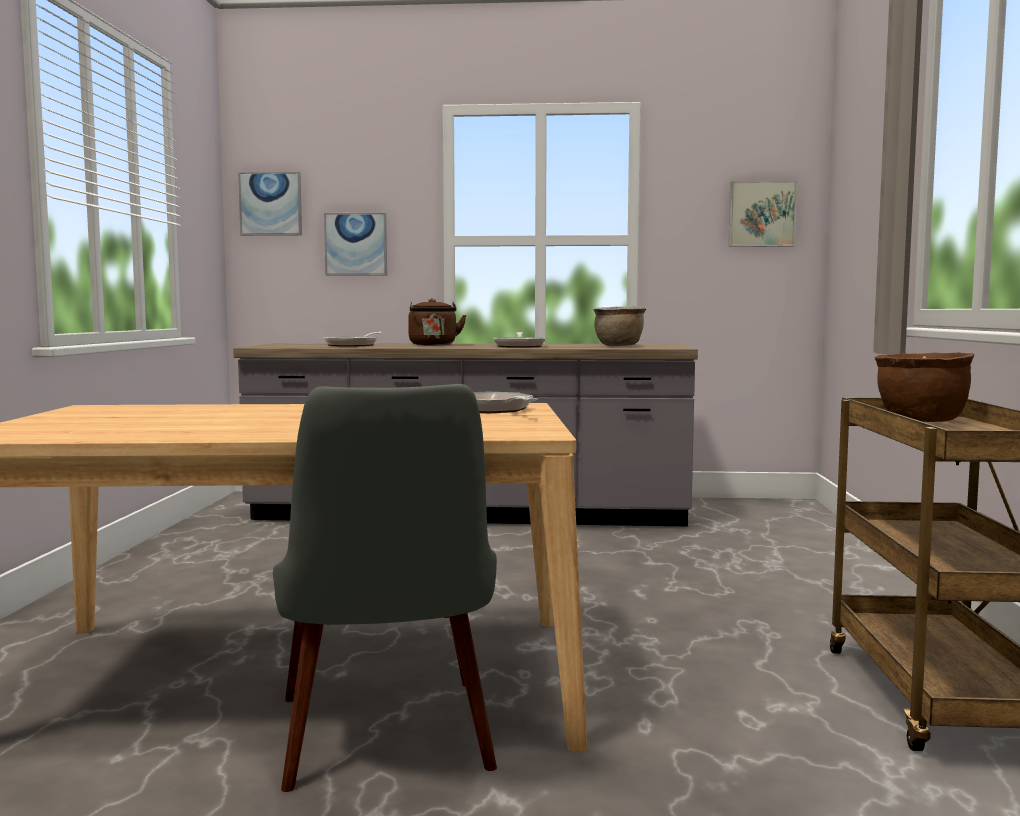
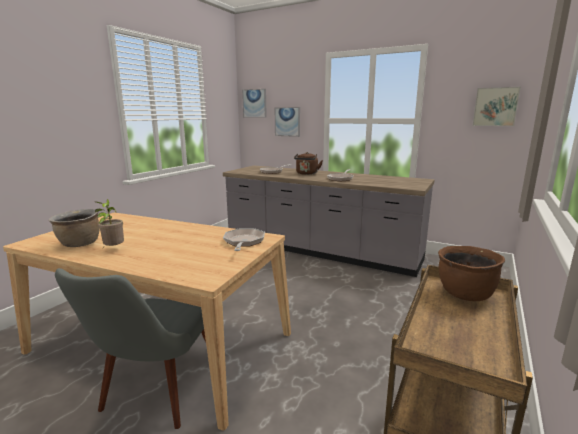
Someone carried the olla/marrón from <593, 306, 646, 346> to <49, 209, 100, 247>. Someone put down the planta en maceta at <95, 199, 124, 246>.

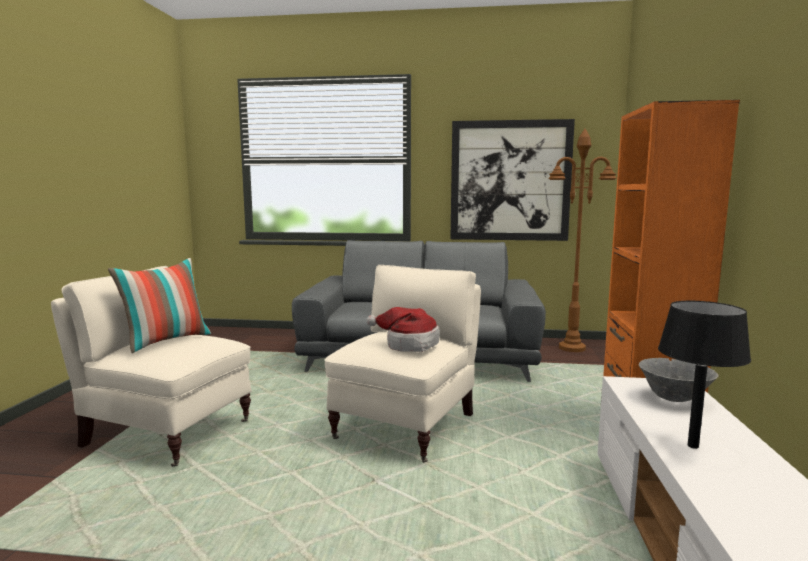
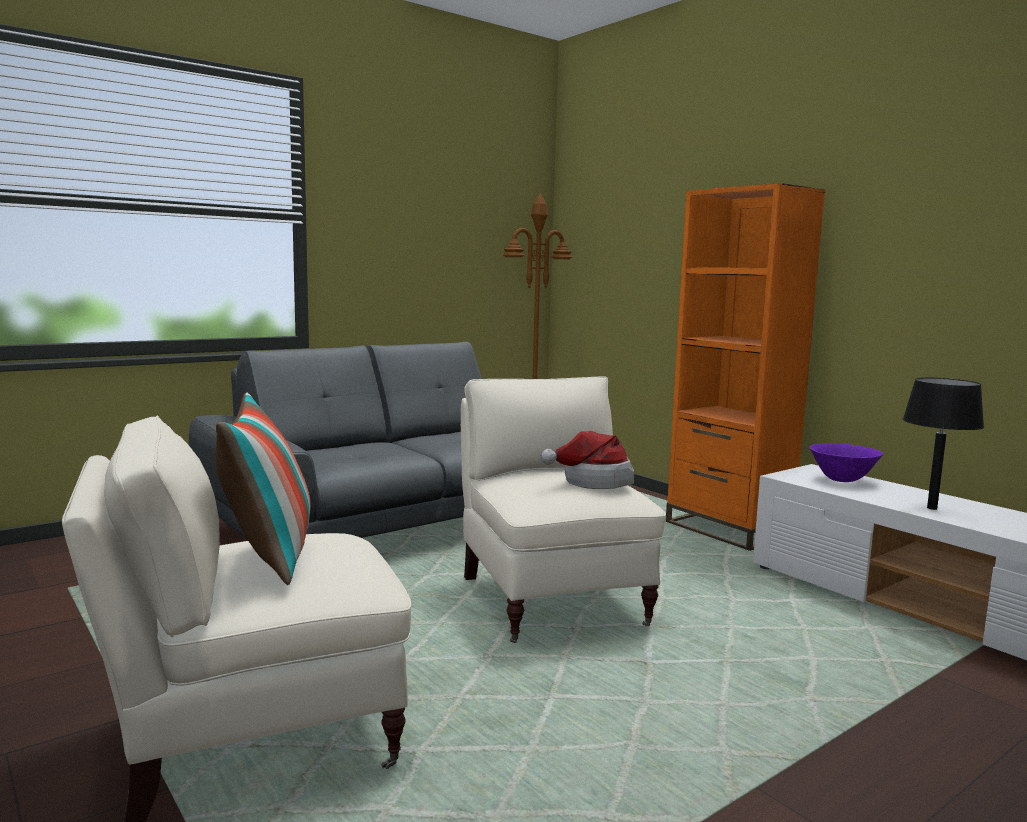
Someone took away the cuadro at <450, 119, 575, 241>. Someone repainted the cuenco/gris at <639, 358, 718, 402>, which became the cuenco/morado at <809, 443, 883, 482>.

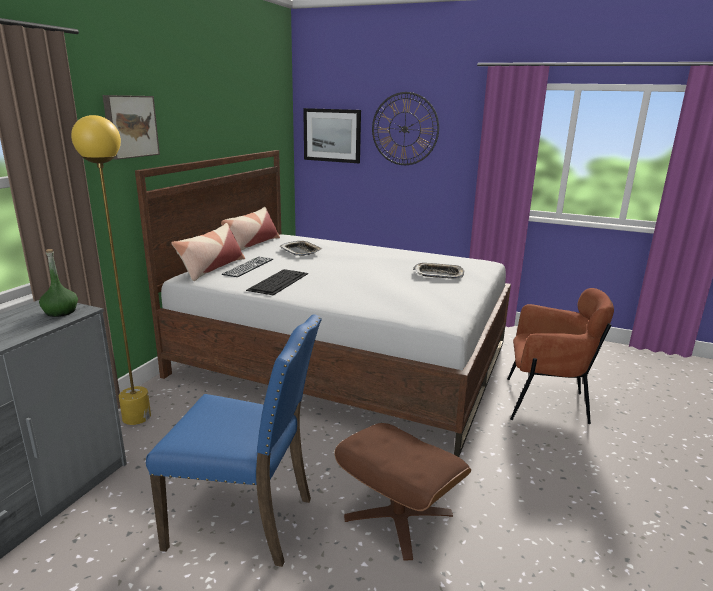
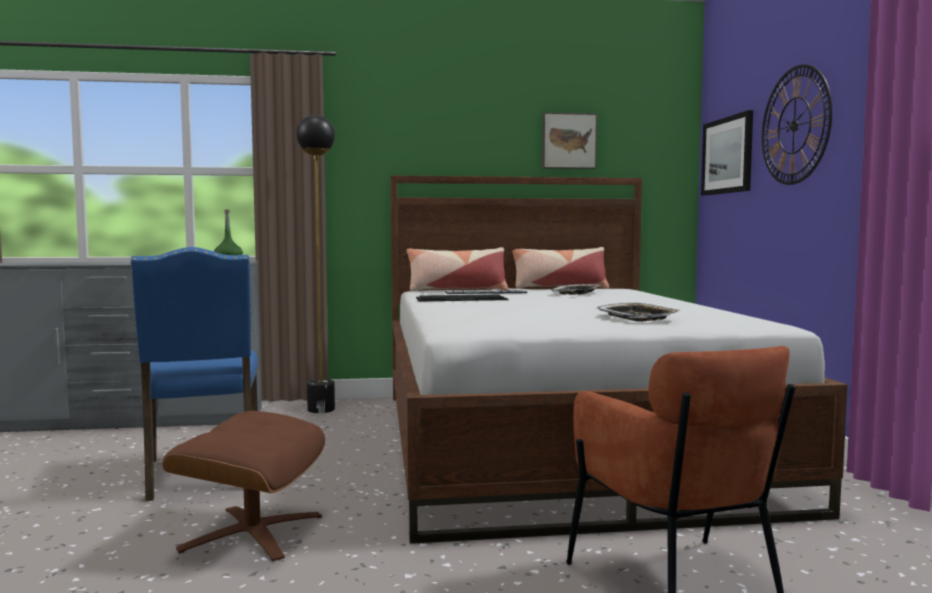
Someone repainted the lámpara de pie/amarillo at <71, 115, 151, 425>, which became the lámpara de pie/negro at <296, 115, 335, 413>. Someone carried the cuadro from <103, 95, 160, 160> to <542, 112, 597, 169>.

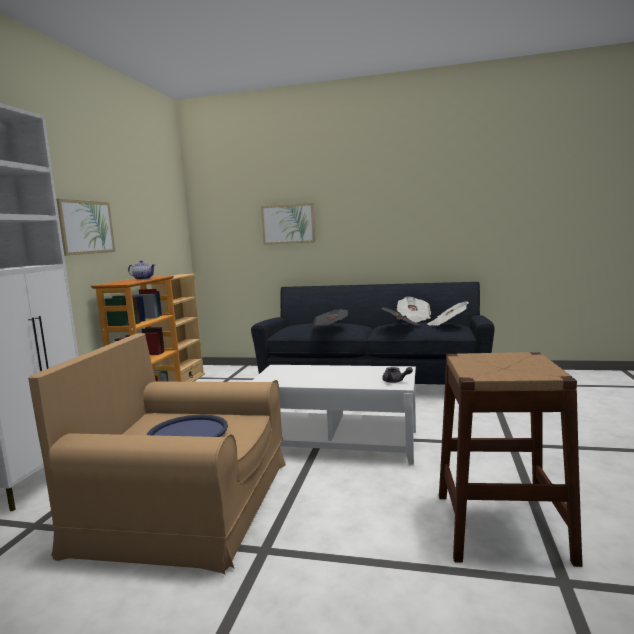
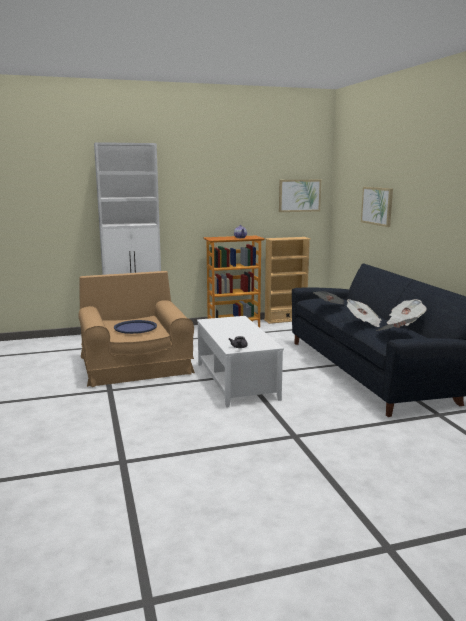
Someone carried the cuadro from <56, 199, 115, 256> to <279, 180, 321, 212>. Someone took away the taburete/marrón at <439, 352, 583, 567>.

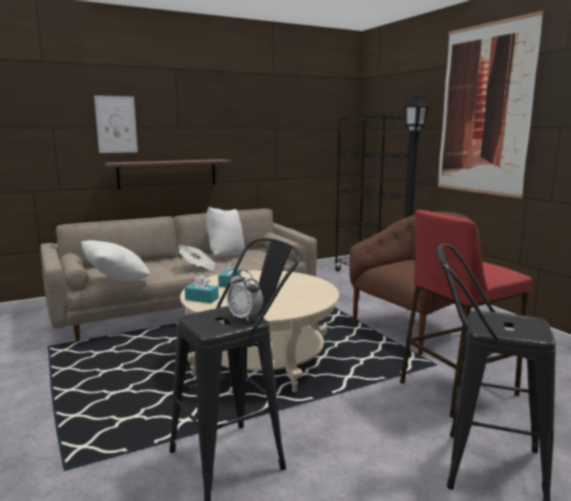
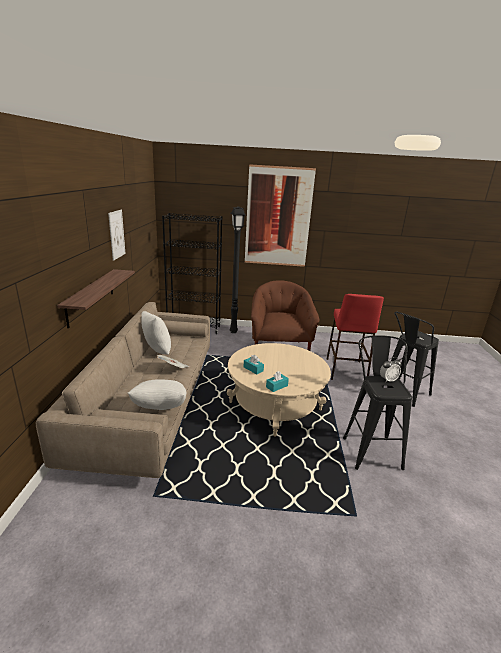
Someone carried the cuadro from <94, 95, 138, 153> to <108, 210, 126, 261>.

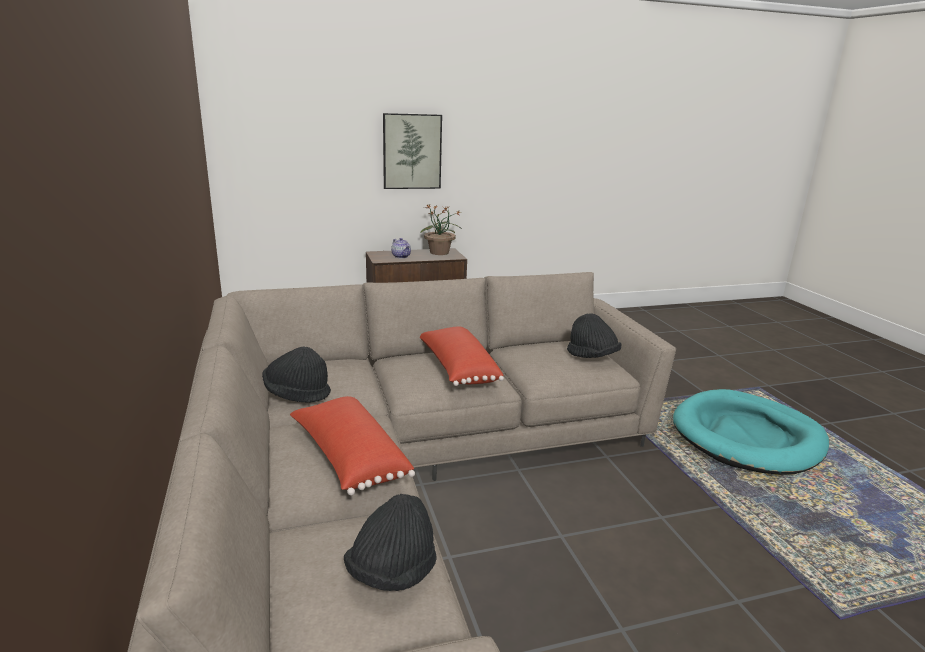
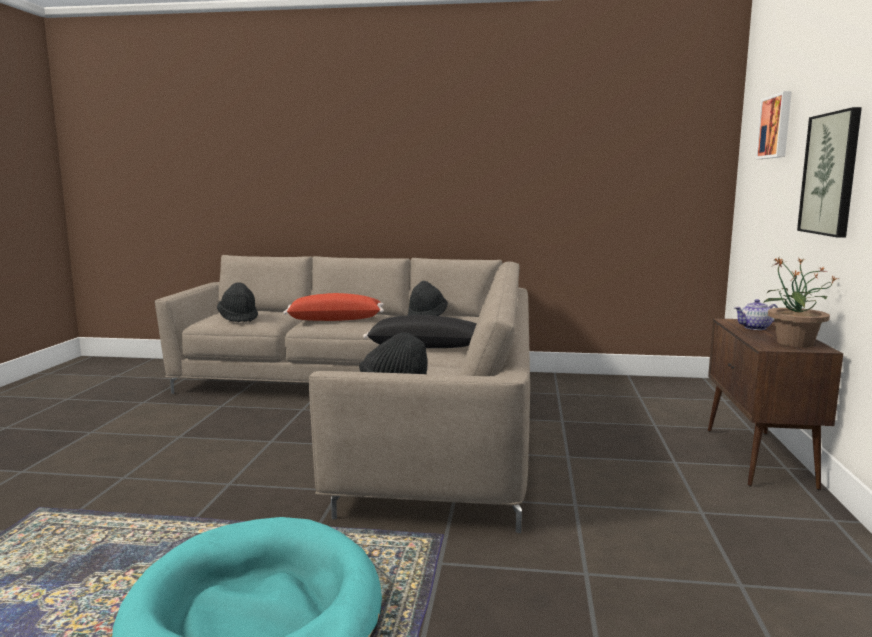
Someone repainted the cojín/rojo at <420, 326, 504, 386>, which became the cojín/negro at <363, 315, 476, 348>. Someone put up the cuadro at <756, 91, 792, 159>.

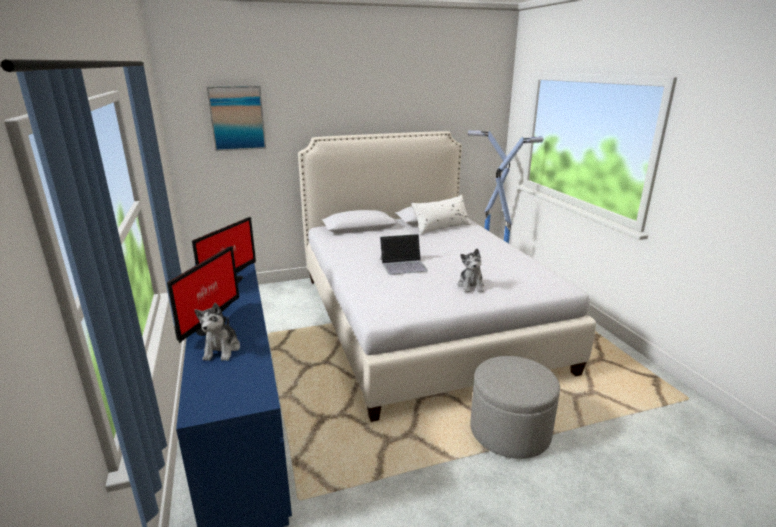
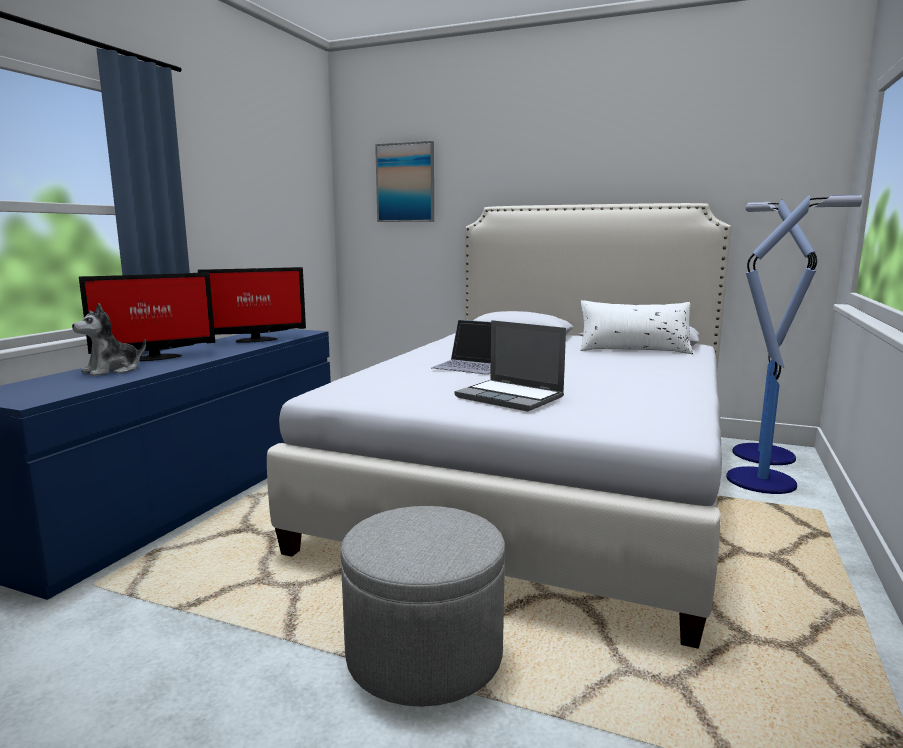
Someone swapped the peluche at <458, 248, 484, 292> for the portátil at <454, 320, 566, 412>.

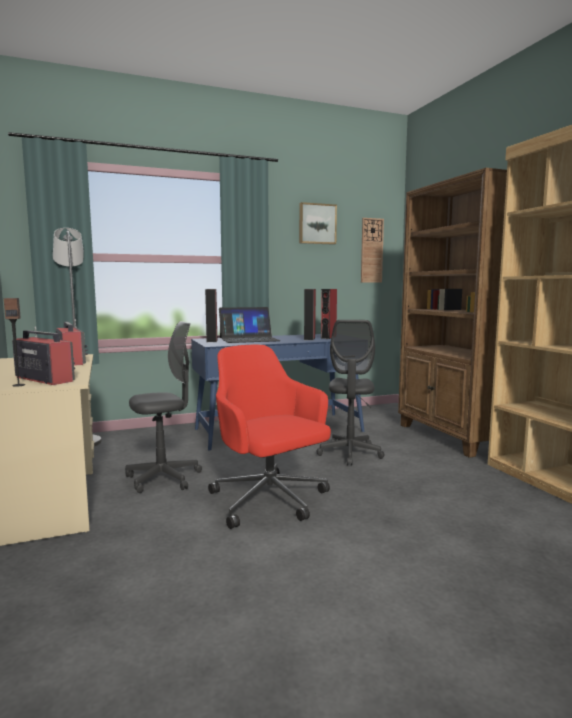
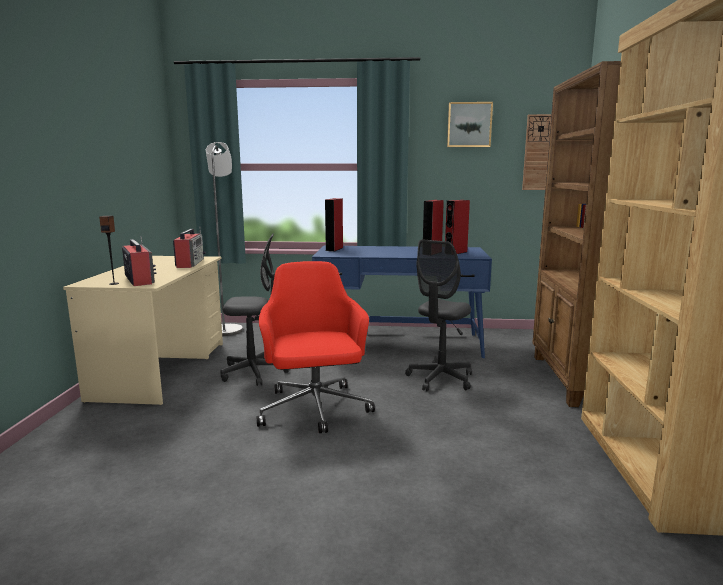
Someone took away the portátil at <219, 307, 281, 343>.

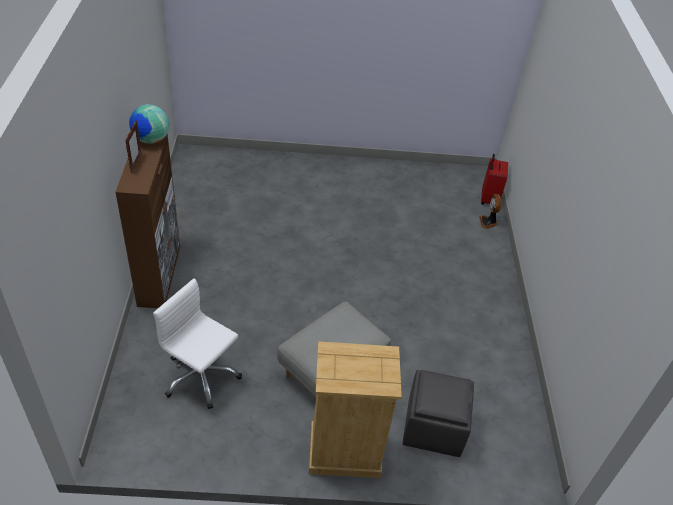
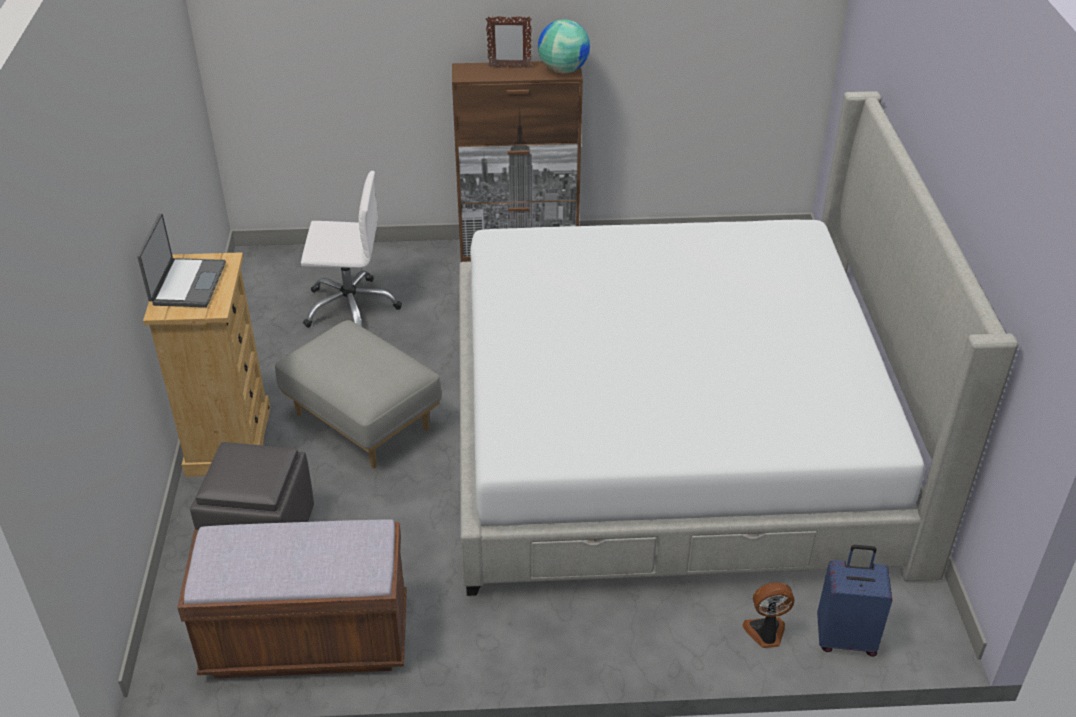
Someone rotated the silla de oficina/blanco at <153, 278, 242, 409> by 60 degrees clockwise. Someone repainted the maleta/rojo at <481, 154, 508, 205>, which became the maleta/azul at <817, 545, 892, 657>. Someone put down the portátil at <137, 213, 226, 307>. Someone put down the banco/marrón at <177, 519, 407, 679>. Someone put down the cama at <459, 91, 1018, 596>.

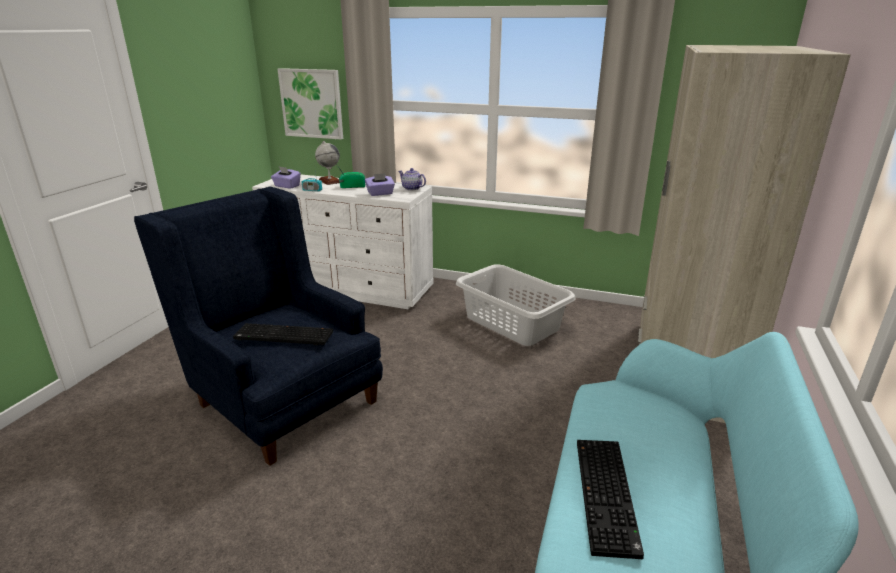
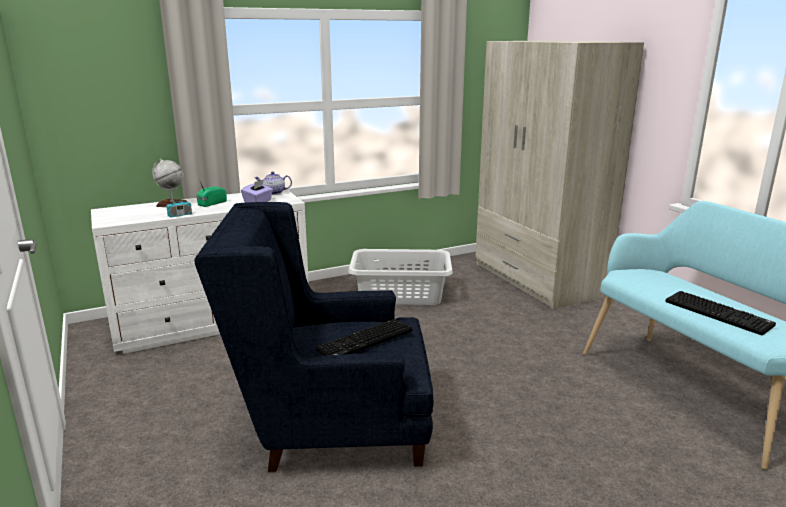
Someone took away the caja de pañuelos/morado at <271, 167, 301, 189>. Someone took away the cuadro at <278, 68, 343, 139>.

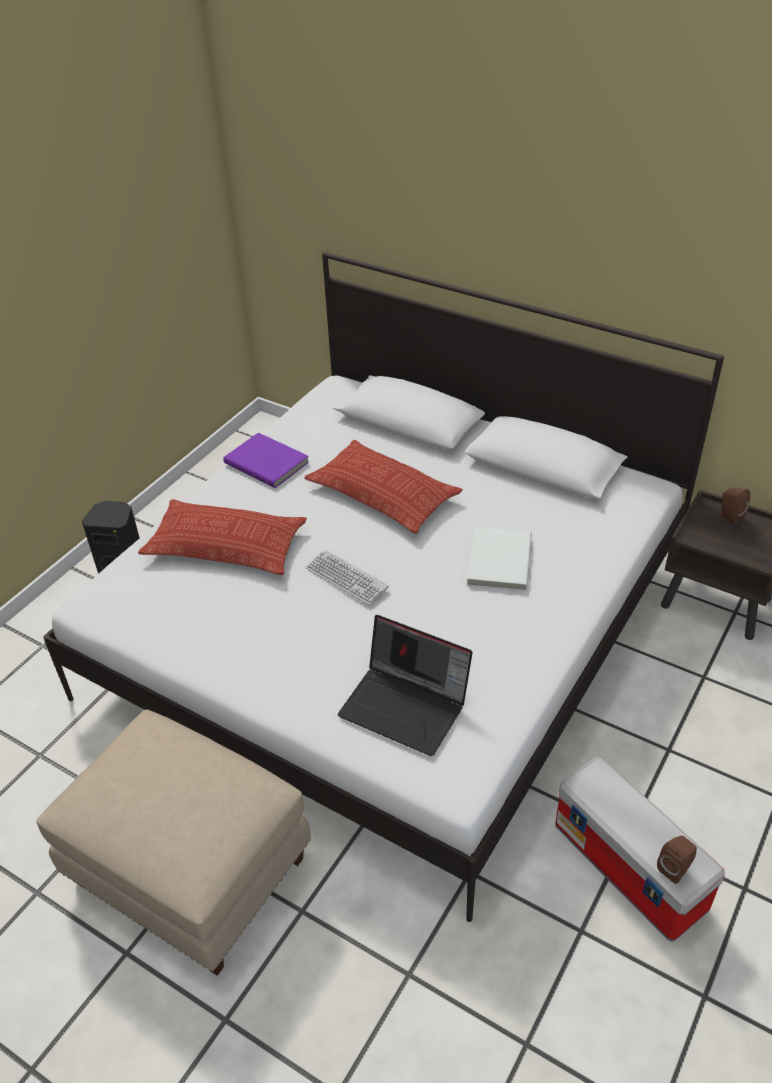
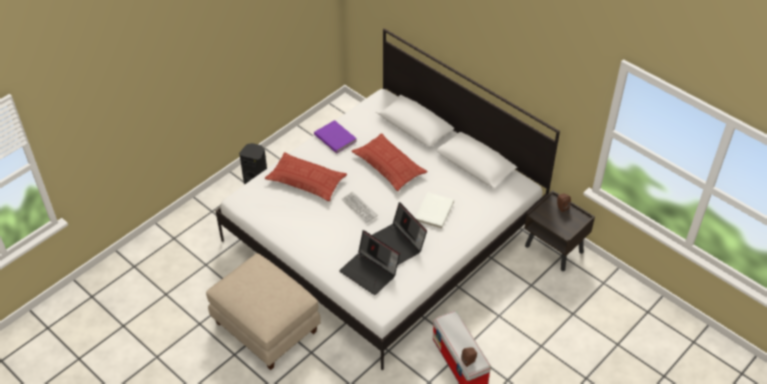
Someone put down the portátil at <372, 202, 427, 265>.

